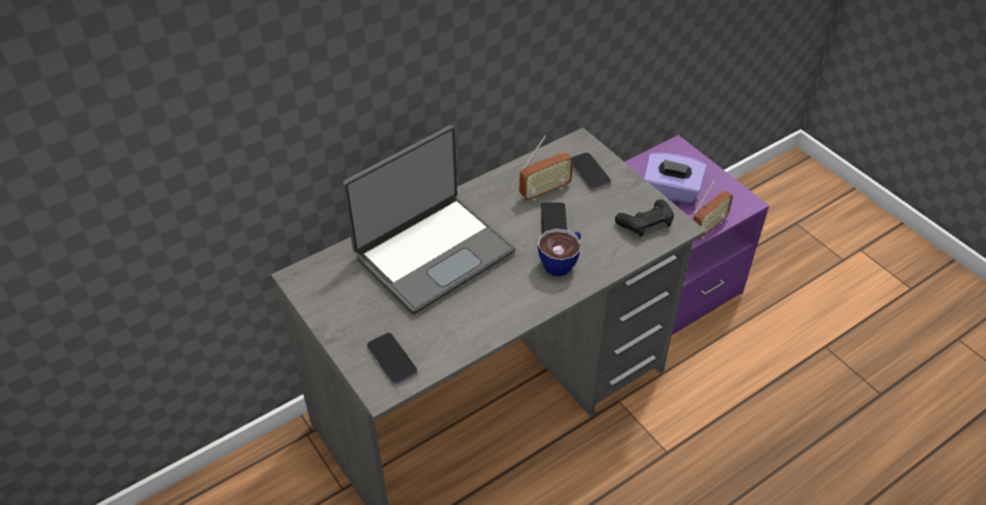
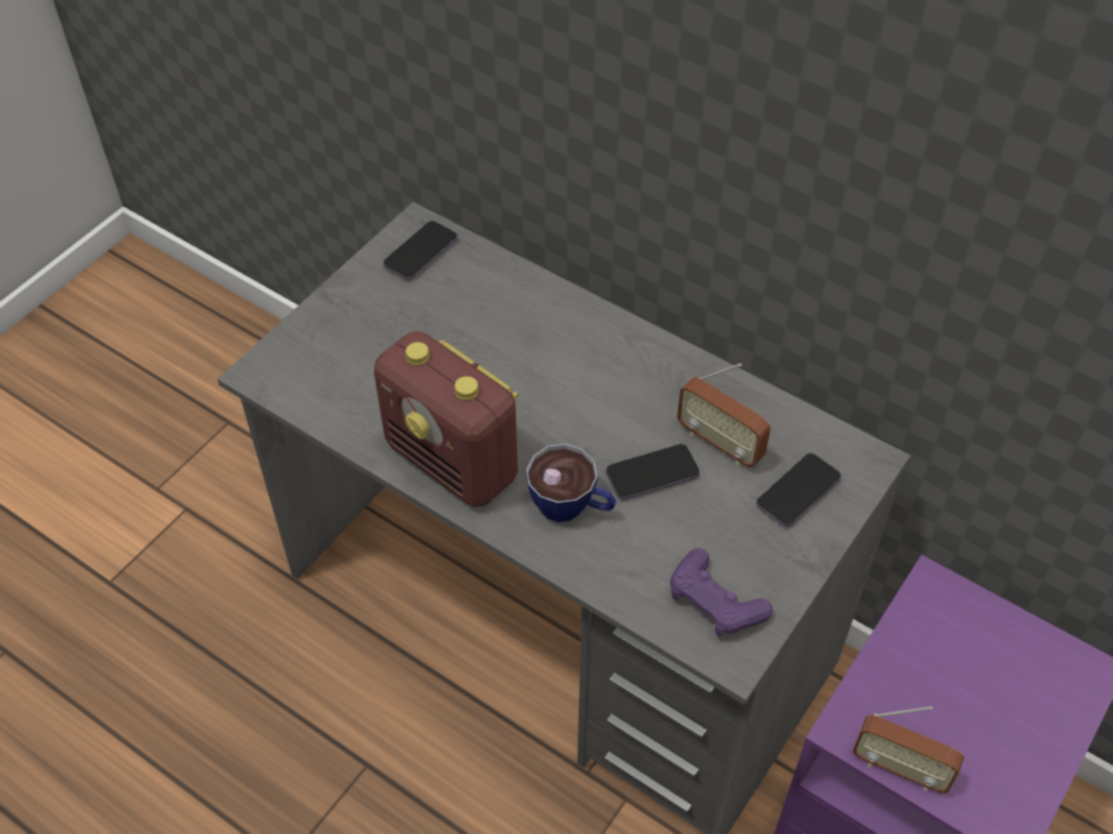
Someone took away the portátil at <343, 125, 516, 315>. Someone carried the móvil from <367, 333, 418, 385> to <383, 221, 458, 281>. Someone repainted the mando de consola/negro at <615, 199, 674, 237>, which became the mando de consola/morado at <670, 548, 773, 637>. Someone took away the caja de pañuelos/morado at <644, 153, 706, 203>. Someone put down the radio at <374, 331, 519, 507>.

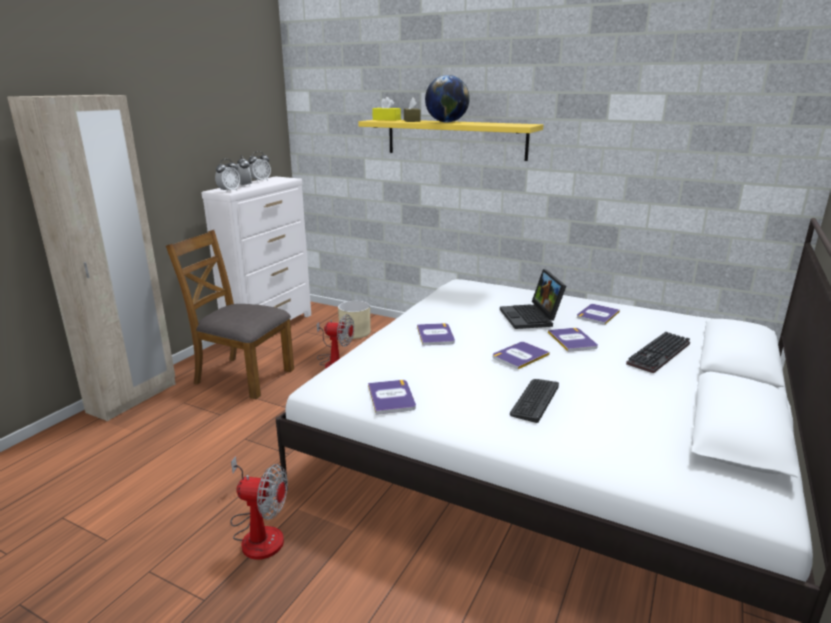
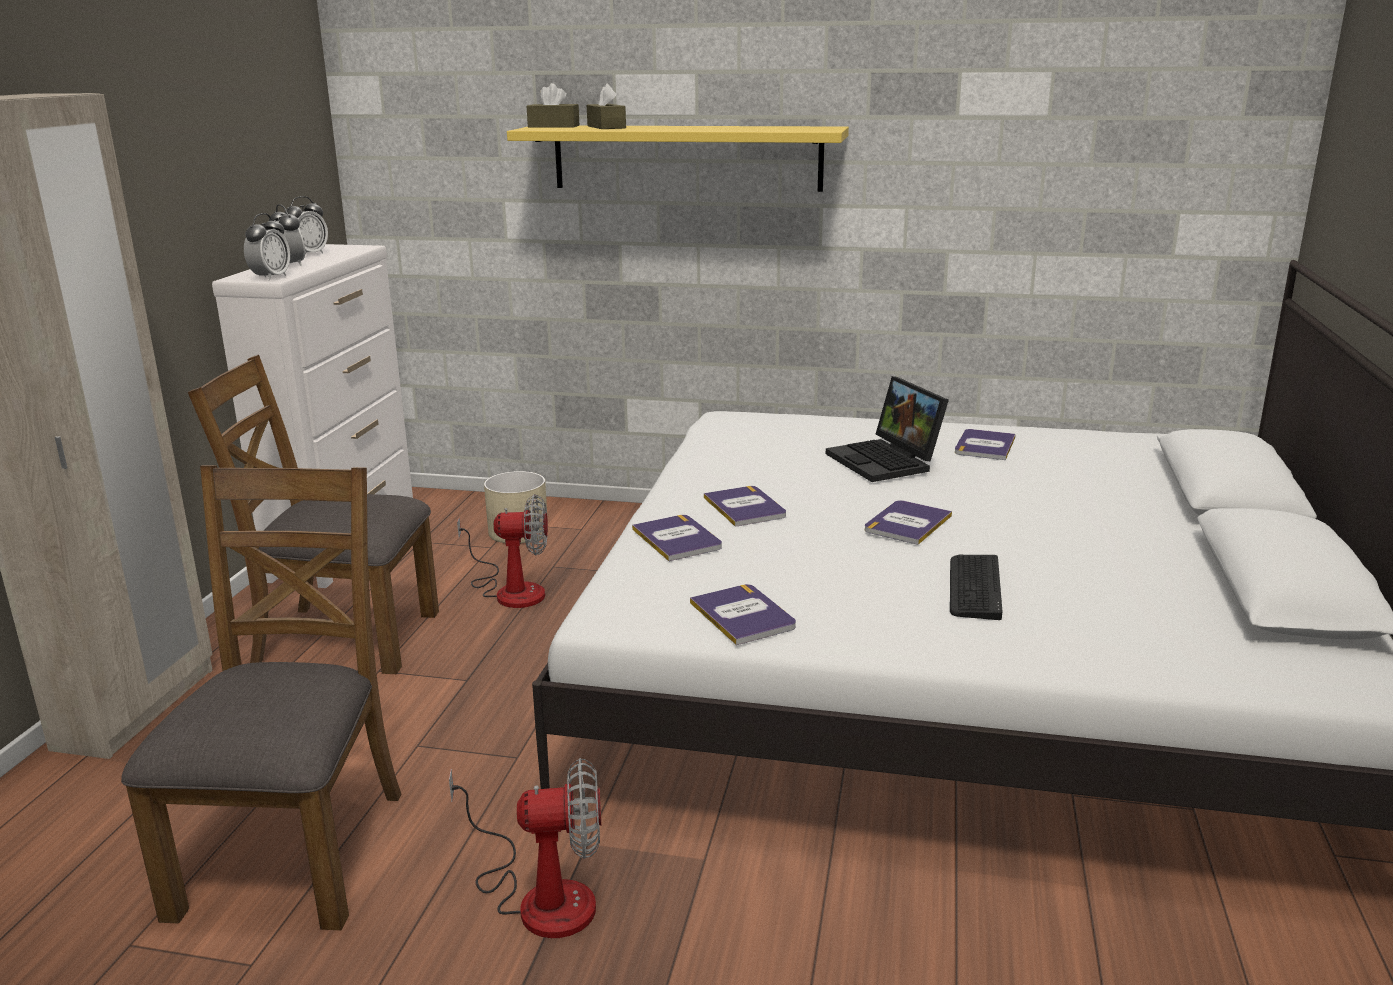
Someone repainted the caja de pañuelos/amarillo at <372, 97, 401, 121>, which became the caja de pañuelos/marrón at <526, 83, 579, 128>. Someone took away the globo terráqueo at <425, 75, 470, 123>. Someone carried the libro from <548, 328, 598, 352> to <632, 515, 722, 561>. Someone took away the teclado at <626, 332, 690, 373>. Someone put down the silla/marrón at <121, 465, 401, 930>.

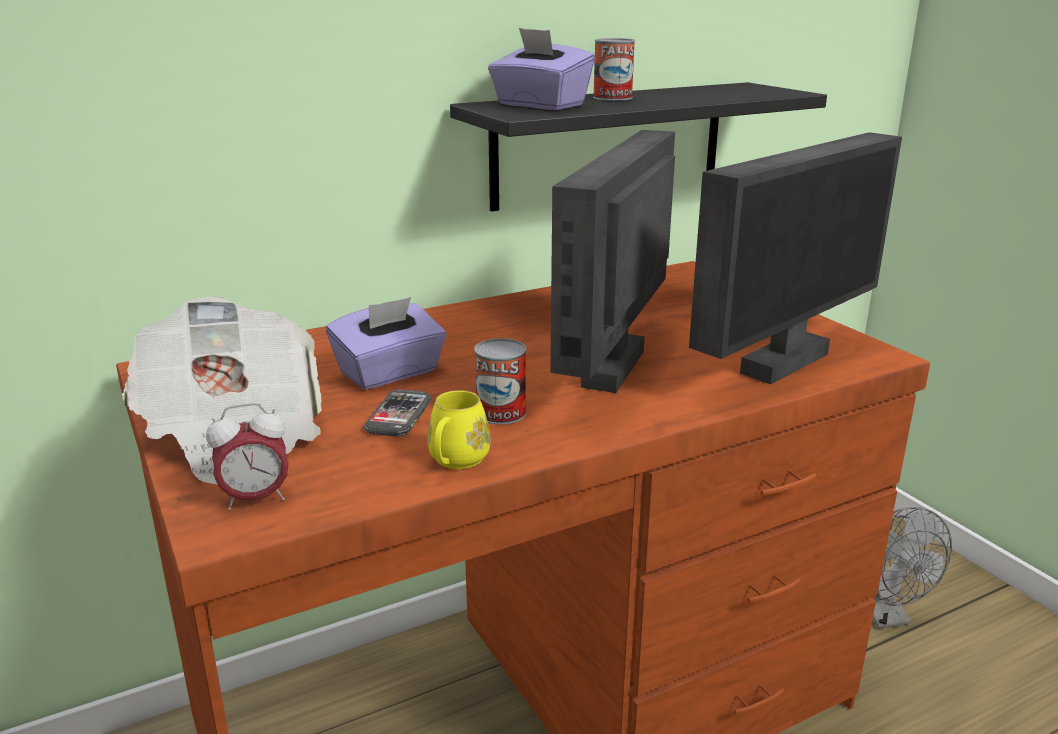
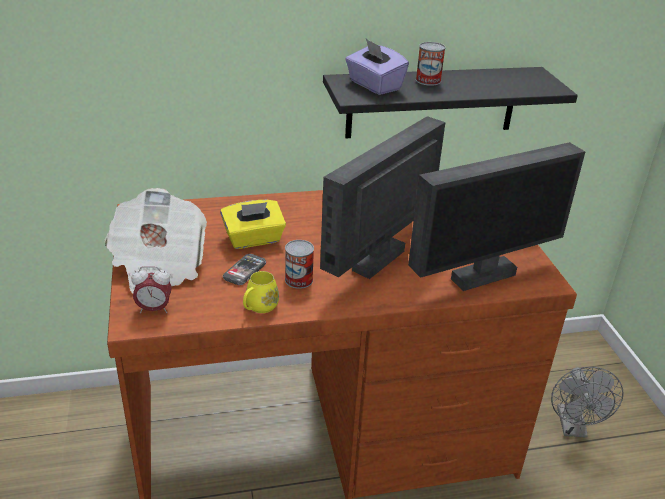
Someone repainted the caja de pañuelos/morado at <326, 297, 447, 389>, which became the caja de pañuelos/amarillo at <220, 200, 286, 249>.

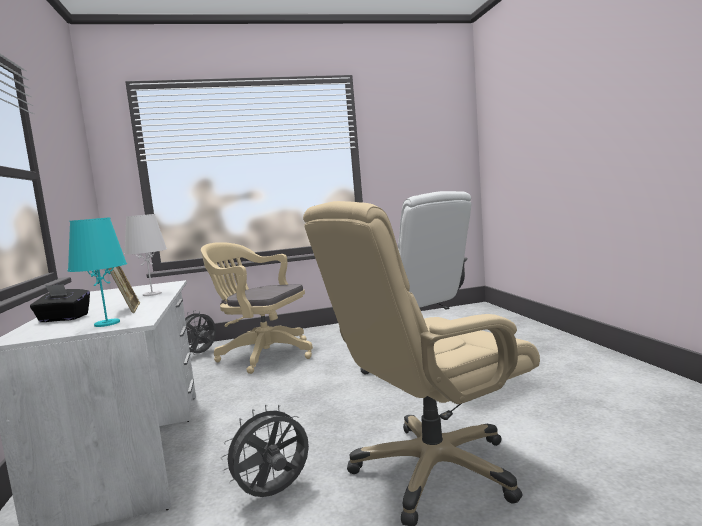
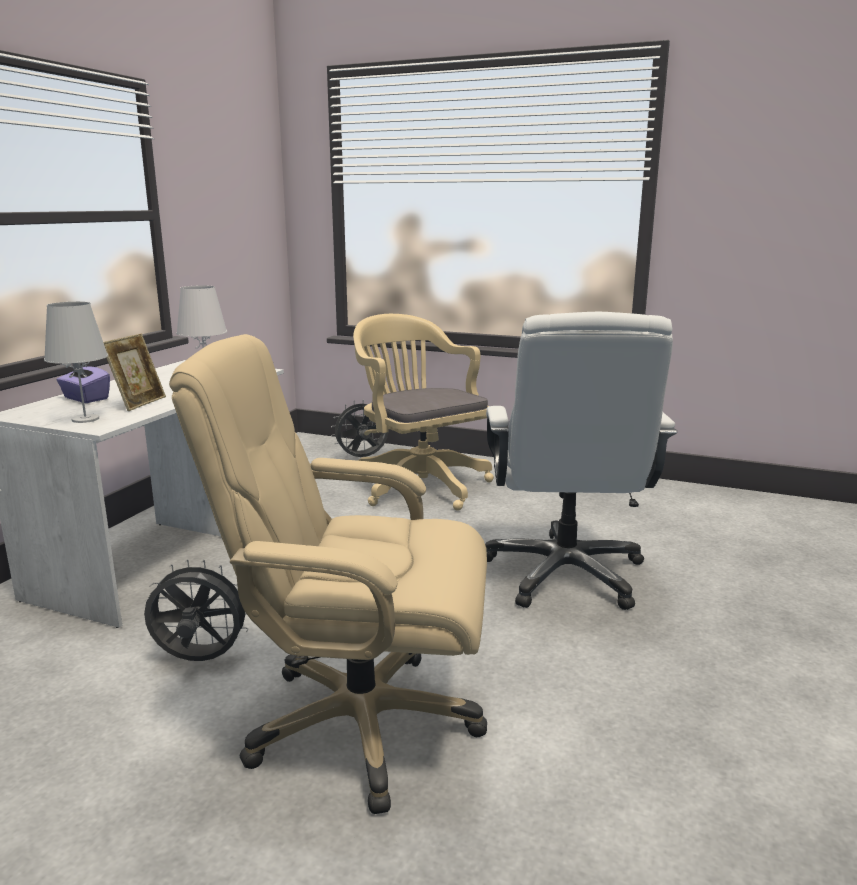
Someone repainted the caja de pañuelos/negro at <30, 284, 90, 322>, which became the caja de pañuelos/morado at <57, 363, 110, 403>. Someone repainted the lámpara de mesa/turquesa at <68, 217, 127, 327>, which became the lámpara de mesa/blanco at <44, 301, 108, 423>.

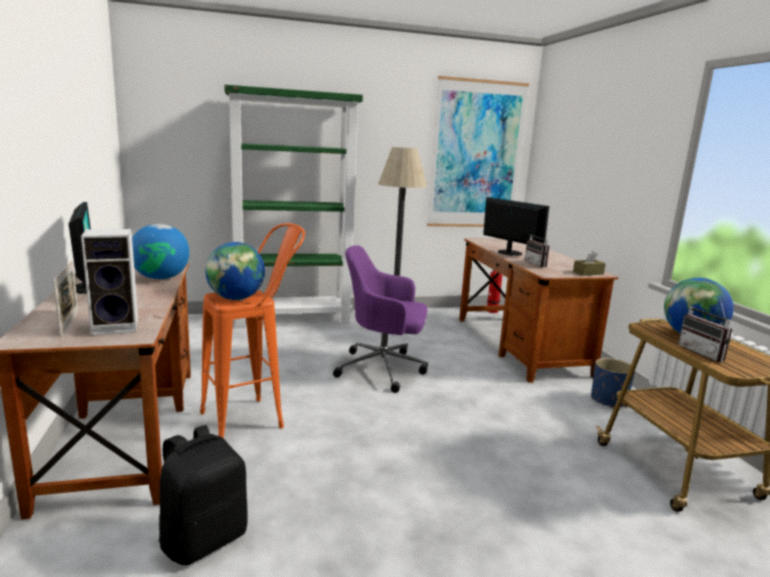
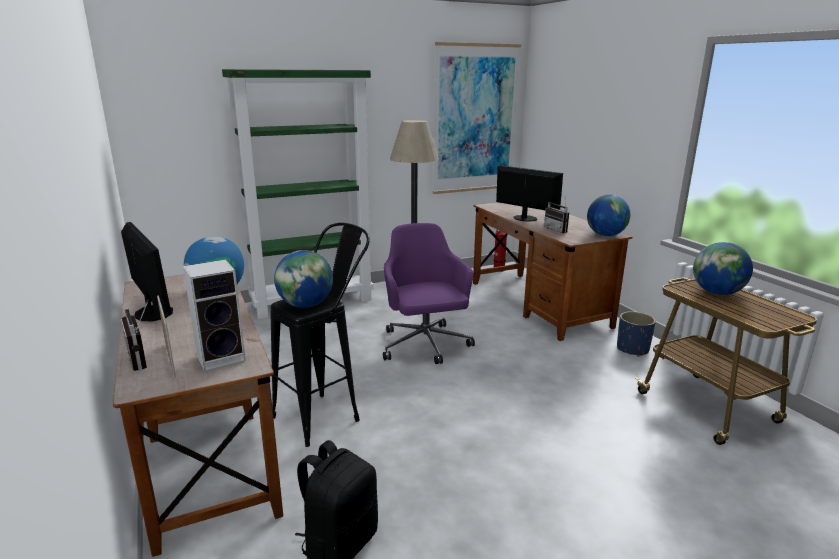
Someone repainted the taburete/naranja at <200, 223, 305, 438>, which became the taburete/negro at <271, 223, 370, 447>. Someone rotated the silla de oficina/morado at <333, 245, 428, 393> by 75 degrees clockwise. Someone swapped the caja de pañuelos/marrón at <573, 251, 606, 276> for the globo terráqueo at <587, 195, 630, 236>. Someone carried the radio from <678, 300, 732, 362> to <121, 299, 149, 371>.

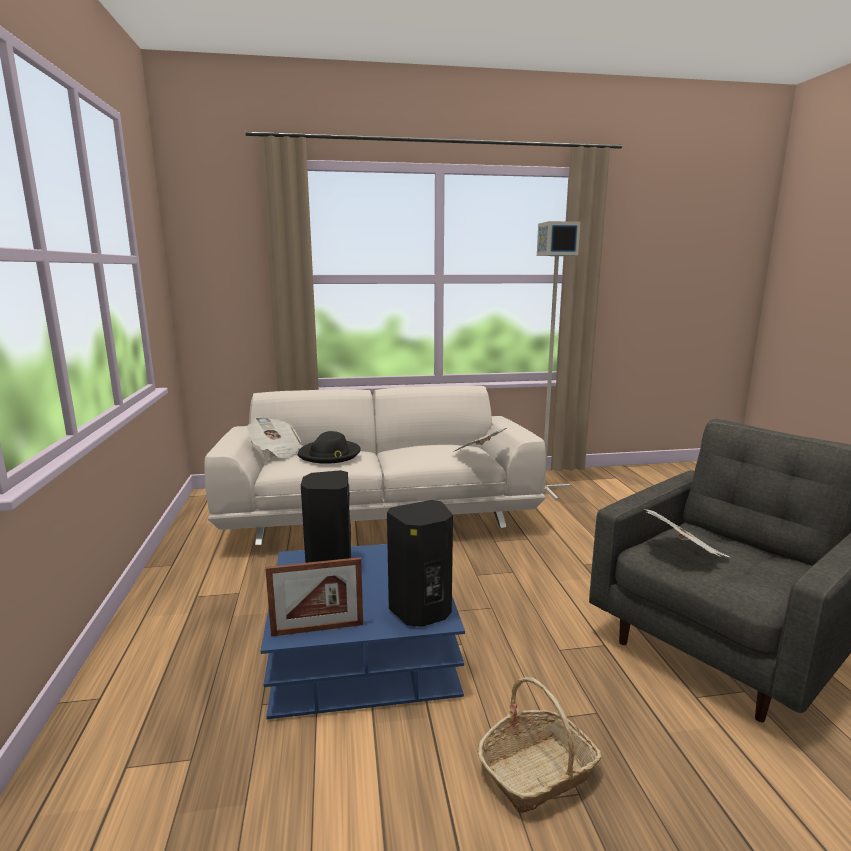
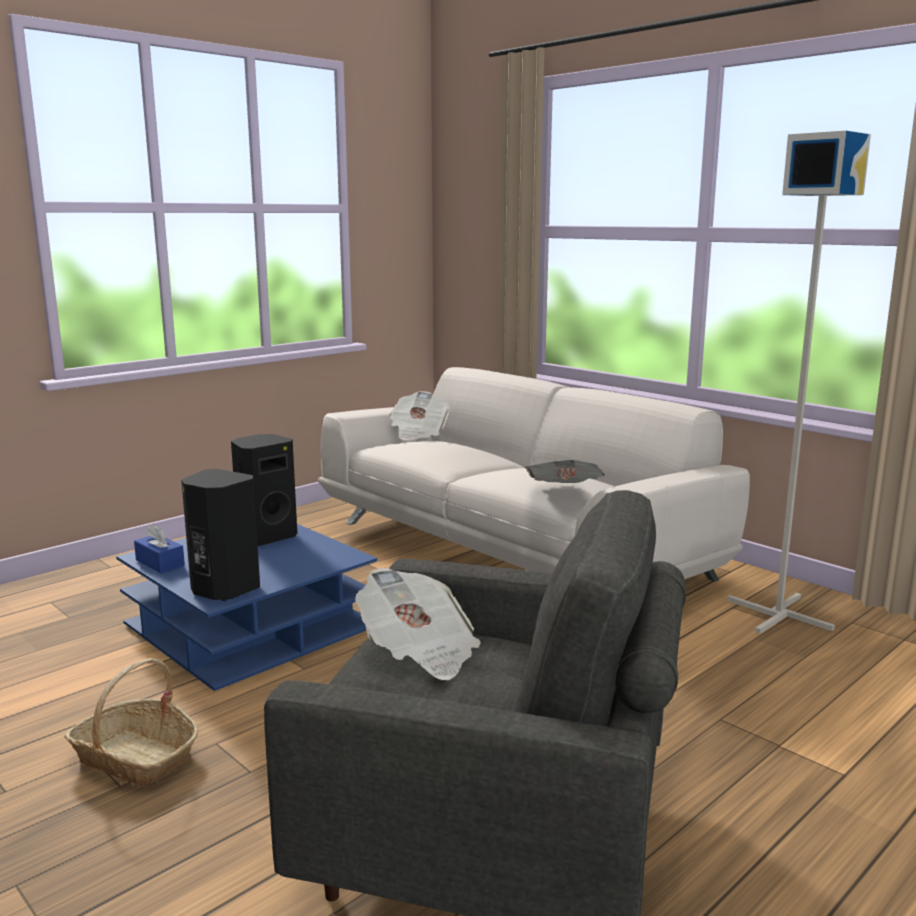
Someone swapped the portarretratos at <266, 557, 363, 637> for the caja de pañuelos/azul at <134, 523, 185, 573>. Someone took away the sombrero/negro at <298, 431, 361, 464>.

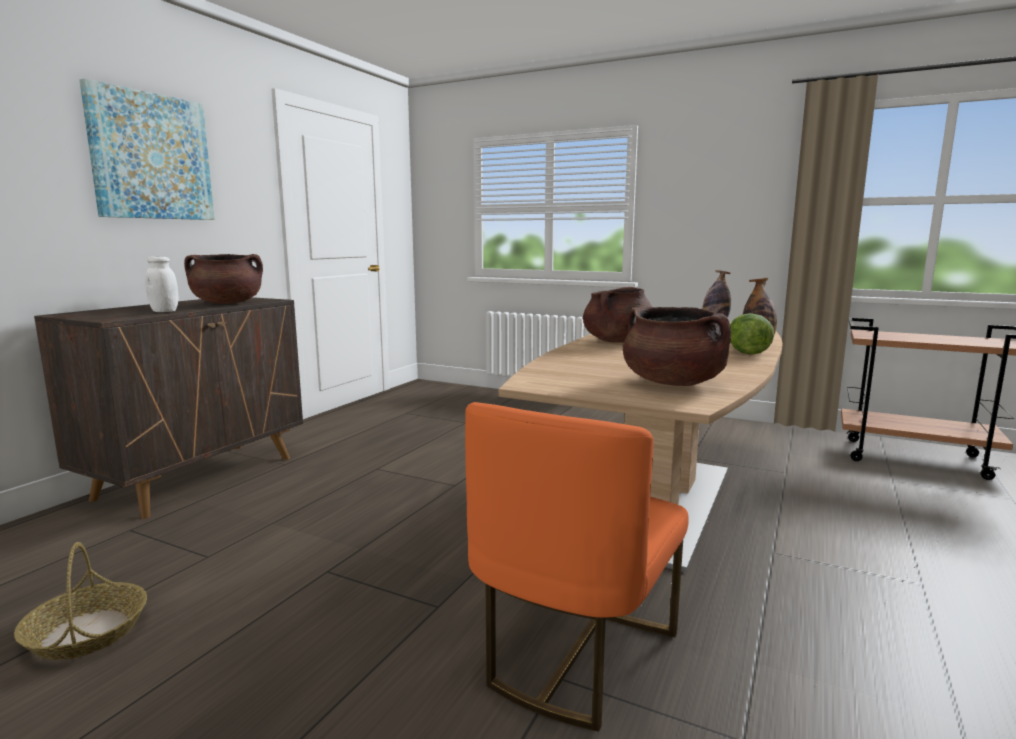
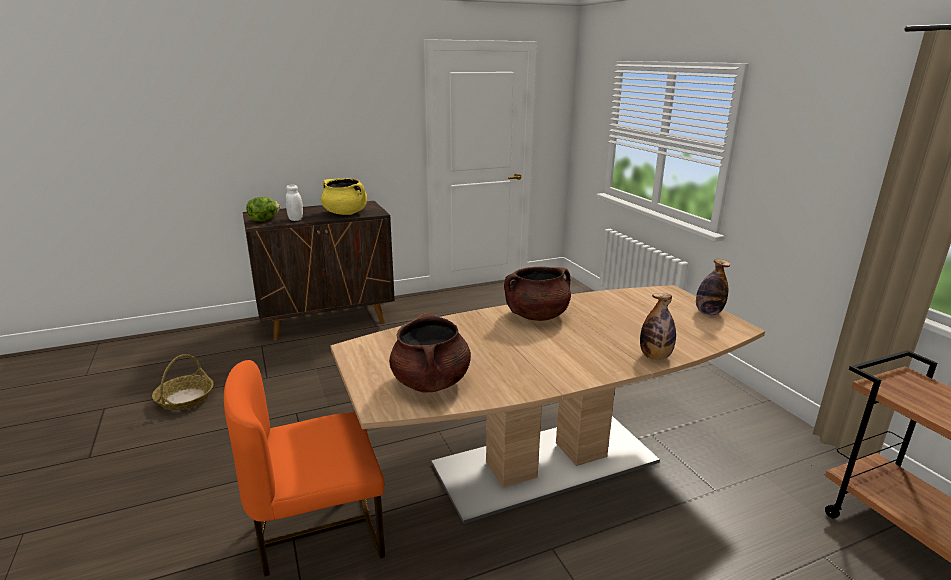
Someone took away the cuadro at <79, 78, 215, 220>. Someone repainted the olla/marrón at <184, 254, 263, 304>, which became the olla/amarillo at <321, 178, 367, 215>. Someone carried the lechuga from <730, 313, 774, 355> to <246, 197, 280, 221>.

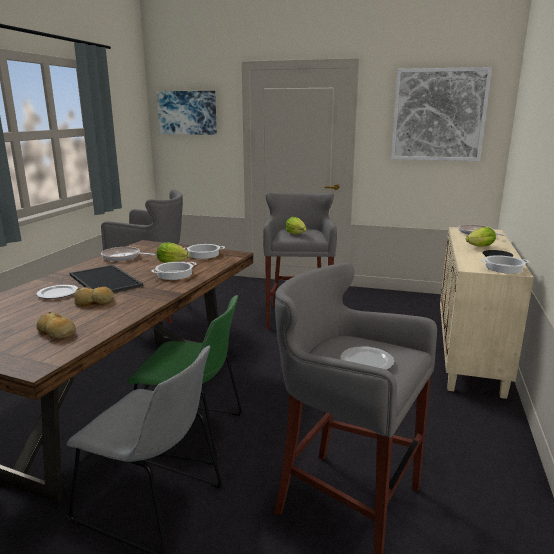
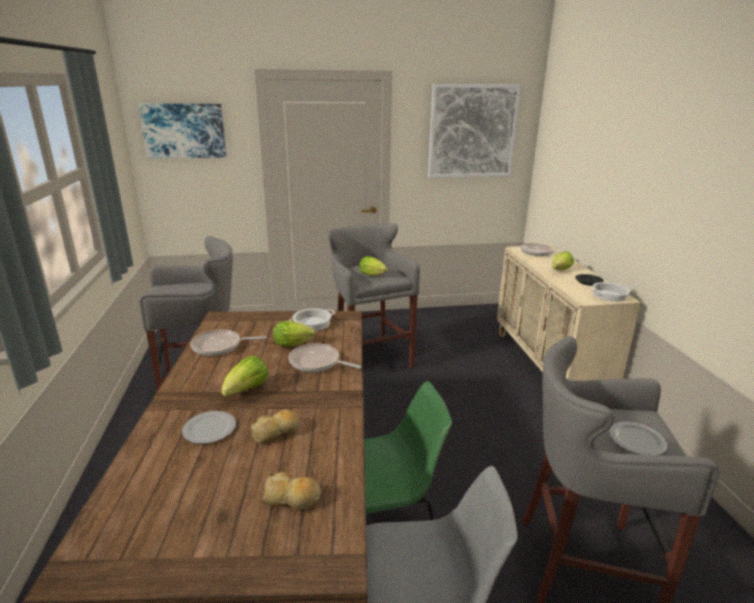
Someone swapped the bandeja at <70, 265, 143, 293> for the lechuga at <221, 355, 269, 396>. Someone swapped the olla at <152, 262, 197, 280> for the sartén at <289, 343, 361, 372>.

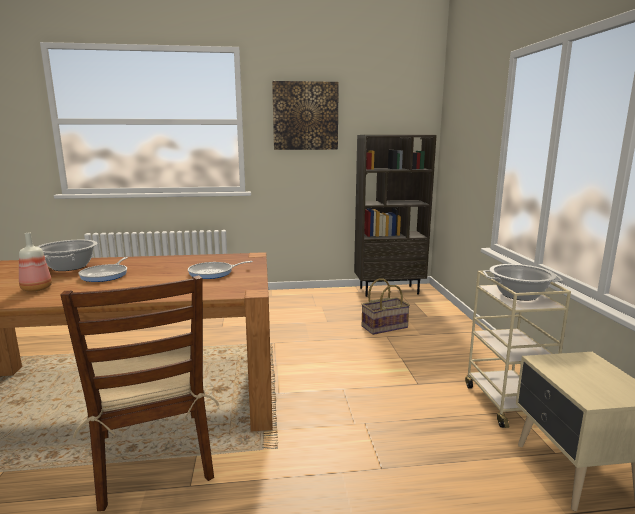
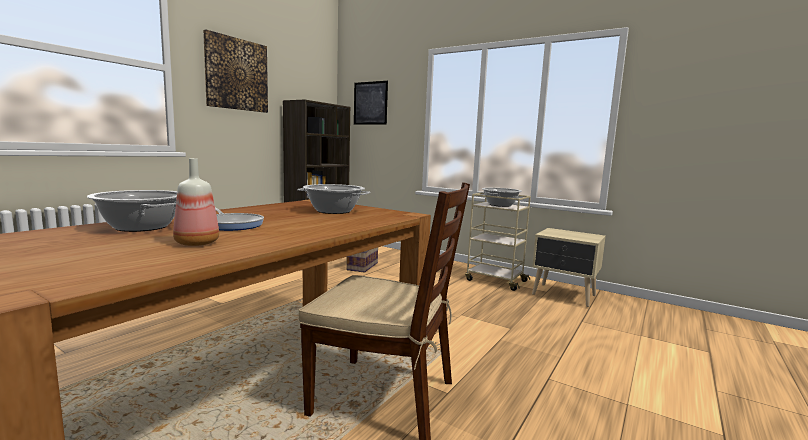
Someone swapped the sartén at <188, 261, 253, 279> for the olla at <297, 184, 371, 214>. Someone put up the cuadro at <354, 81, 388, 125>.

